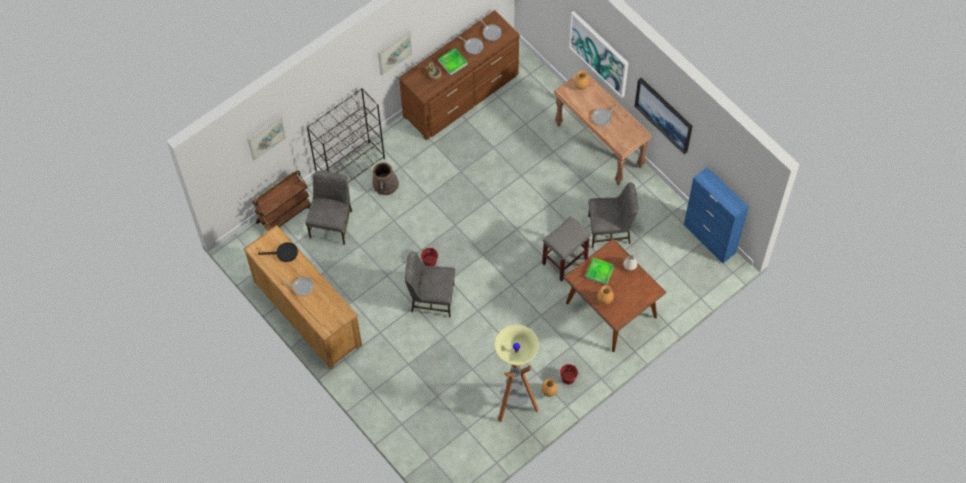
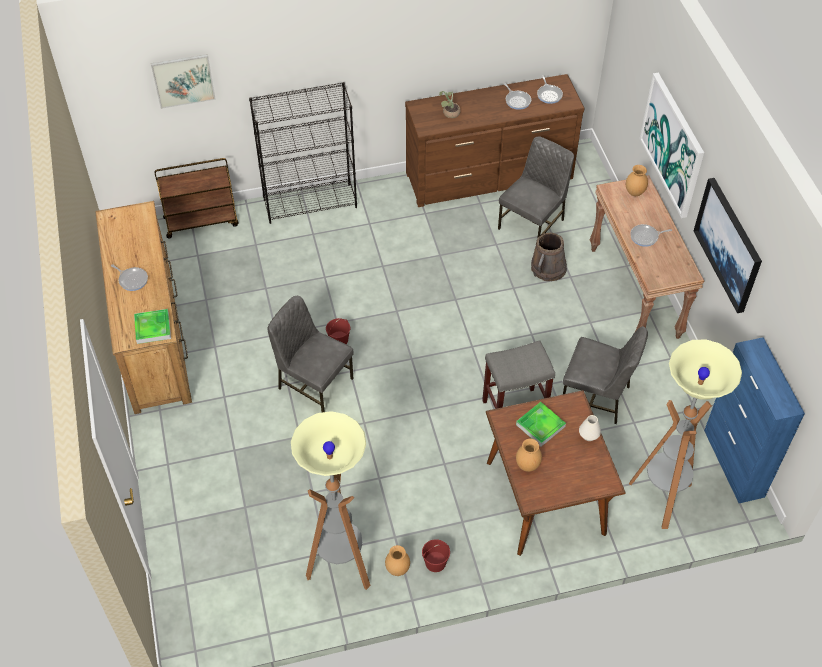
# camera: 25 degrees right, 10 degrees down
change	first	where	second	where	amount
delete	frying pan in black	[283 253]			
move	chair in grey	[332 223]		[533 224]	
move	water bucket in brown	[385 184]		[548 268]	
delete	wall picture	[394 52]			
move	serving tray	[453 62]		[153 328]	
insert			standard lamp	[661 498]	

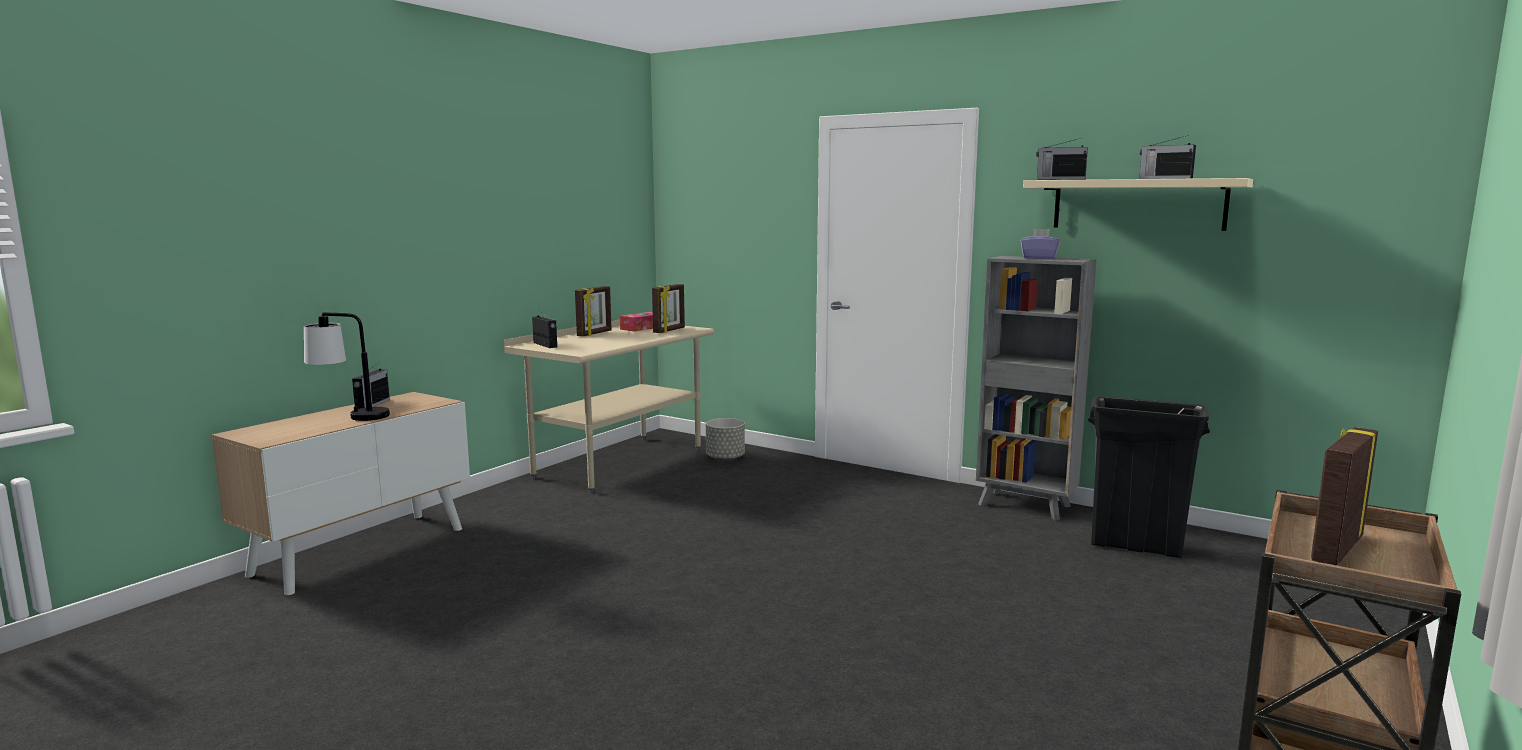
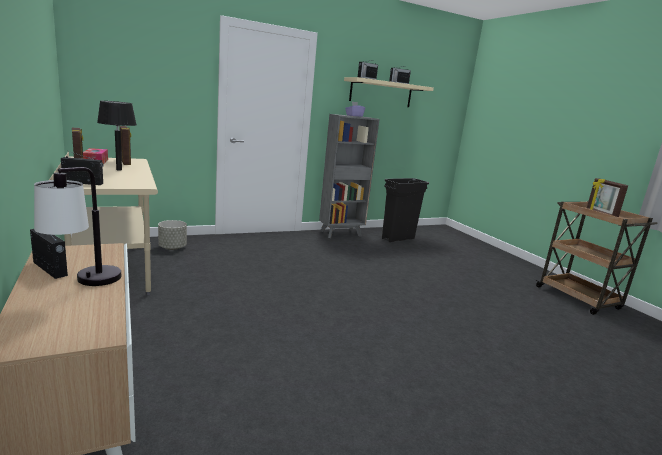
# camera: 60 degrees left, 5 degrees up
change	first	where	second	where	amount
insert			table lamp in black	[119 170]	

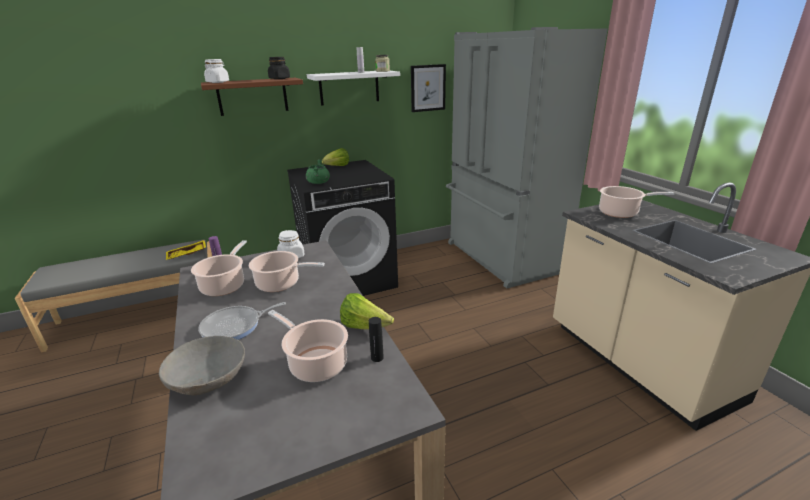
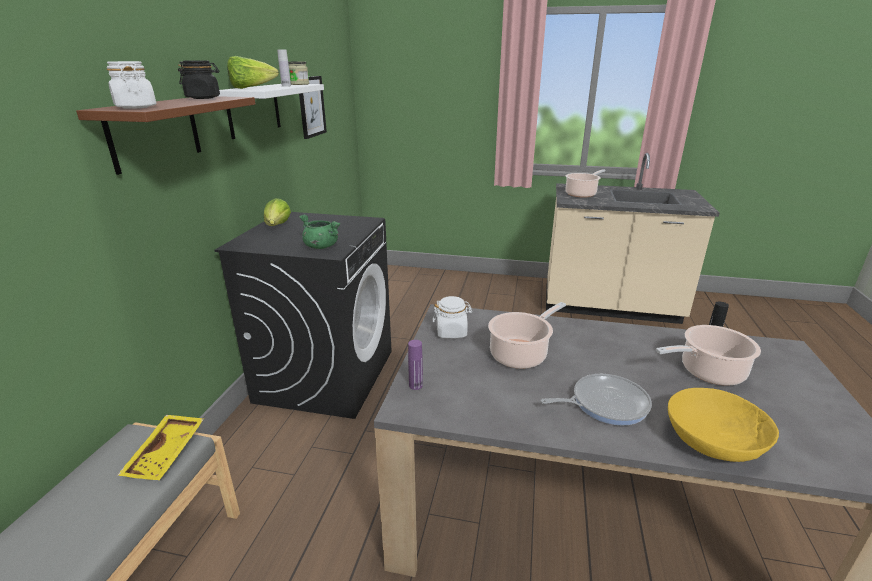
# camera: 55 degrees left, 0 degrees up
change	first	where	second	where	amount
recolor	deep dish in grey	[209 379]	deep dish in yellow-coloured	[713 440]	
delete	saucepot	[224 285]			
rotate	frying pan	[235 327]		[605 403]	105 degrees counterclockwise
move	lettuce head	[364 326]		[251 88]	
delete	fridge in grey	[501 257]			

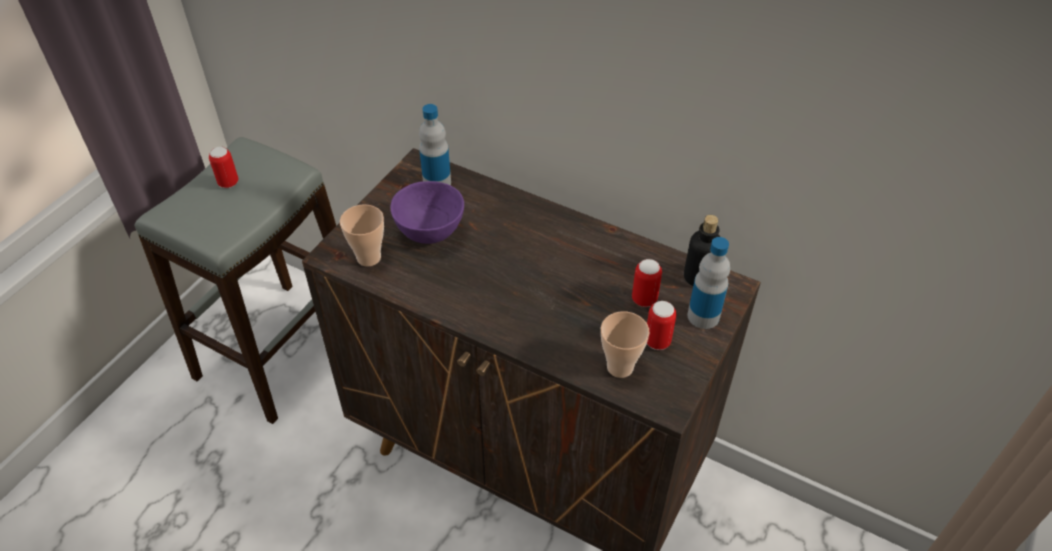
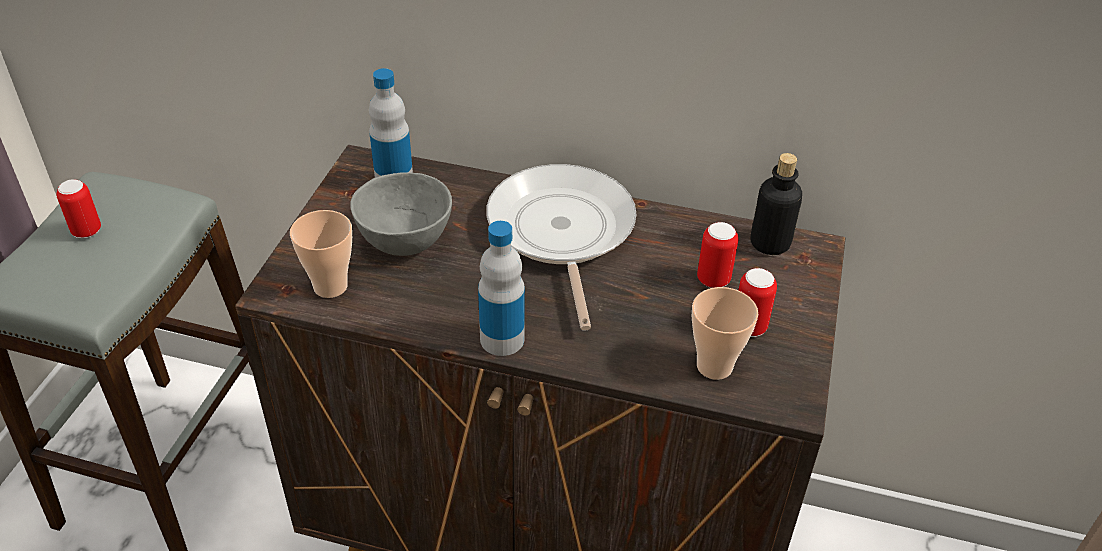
# camera: 15 degrees left, 5 degrees down
change	first	where	second	where	amount
recolor	deep dish in purple-coloured	[429 232]	deep dish in grey	[403 242]	
move	drink bottle	[703 316]		[502 339]	
insert			frying pan	[561 232]	

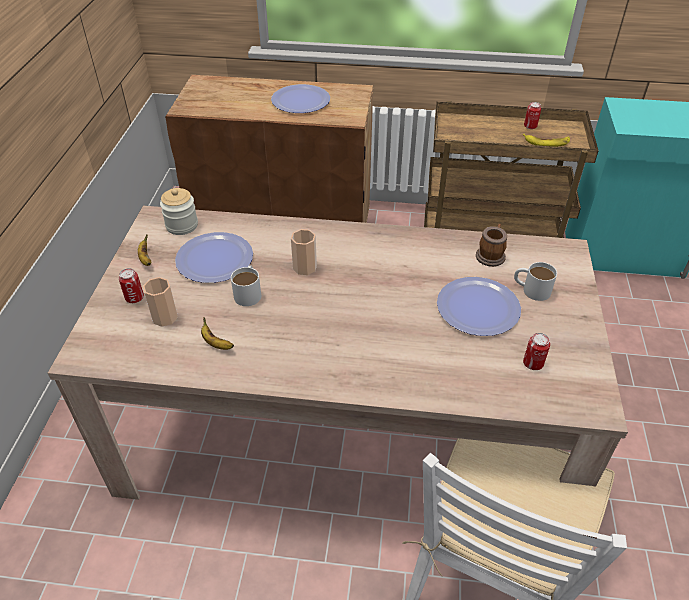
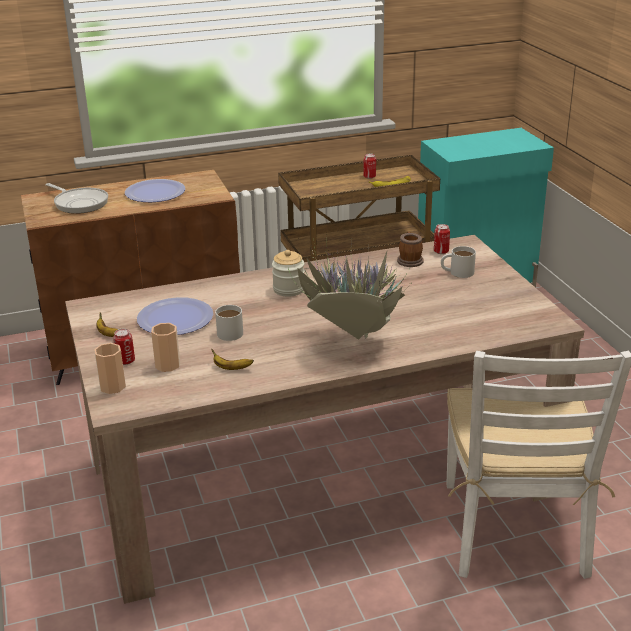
# camera: 25 degrees left, 15 degrees down
change	first	where	second	where	amount
move	storage jar	[182 225]		[289 289]	
move	drinking cup	[304 267]		[112 386]	
delete	plate	[478 308]			
move	metal can	[533 363]		[441 251]	
insert			frying pan	[79 203]	
insert			potted plant	[352 340]	

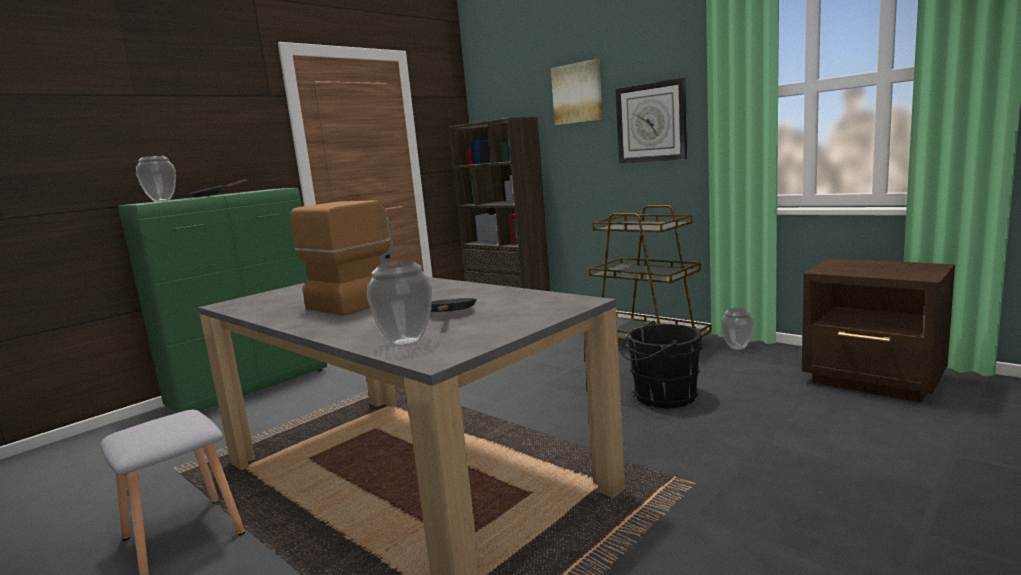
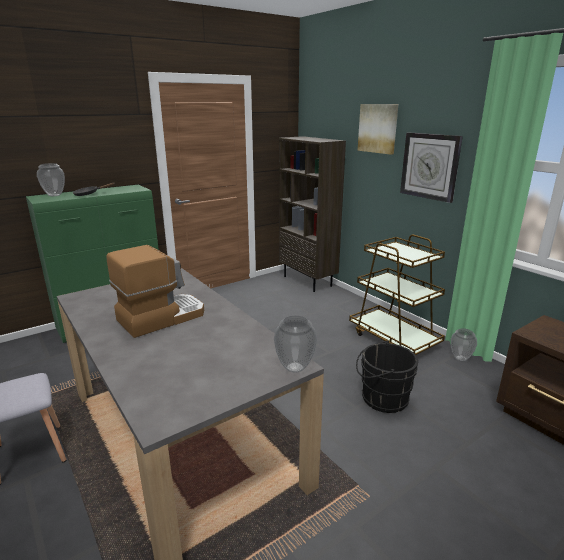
# camera: 10 degrees right, 10 degrees up
change	first	where	second	where	amount
move	flower vase	[406 342]		[295 367]	
delete	frying pan in black	[450 313]			

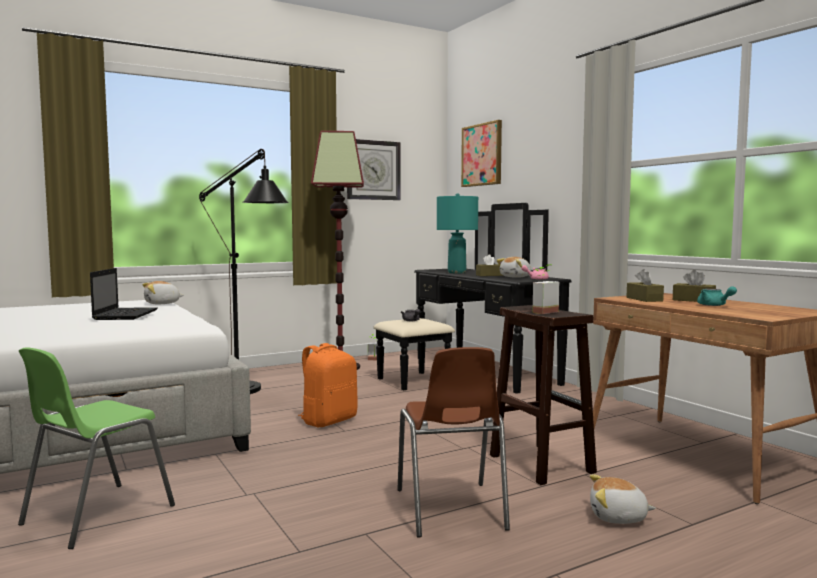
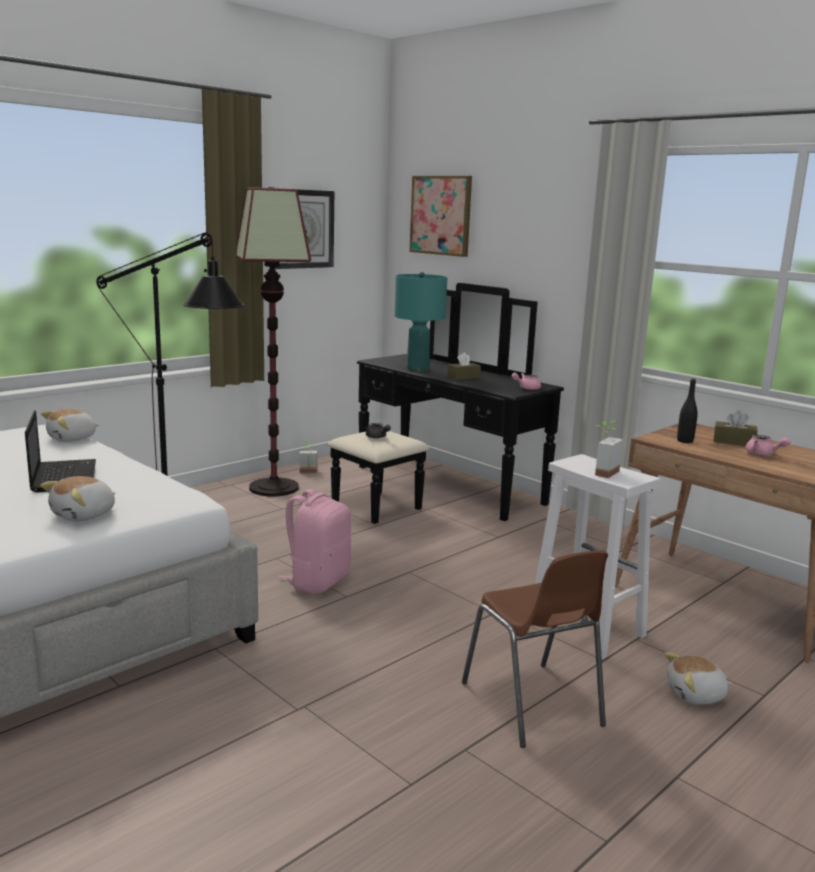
# camera: 15 degrees left, 10 degrees up
change	first	where	second	where	amount
delete	chair in green-coloured	[96 515]			
recolor	backpack in orange	[328 420]	backpack in pinkish	[317 581]	
recolor	sitting stool in brown	[539 463]	sitting stool in white	[584 627]	
move	cuddly toy	[516 277]		[84 515]	
replace	tissue holder in brown	[644 299]	drink bottle in black	[685 441]	
recolor	teapot in blue-green	[714 305]	teapot in pinkish	[763 454]	

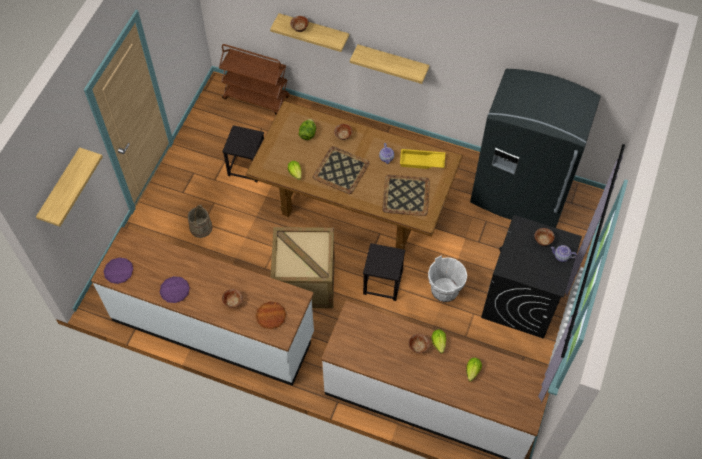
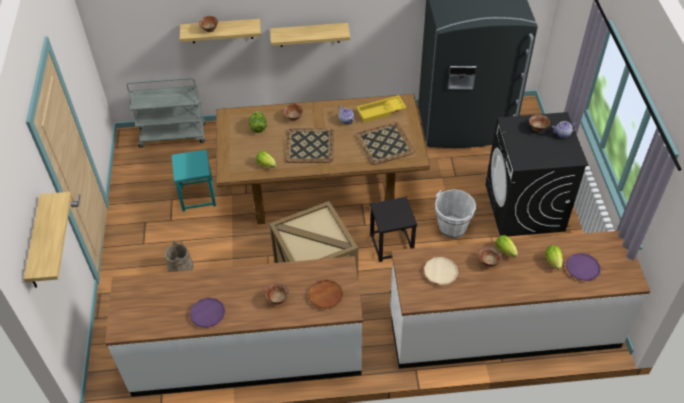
# camera: 25 degrees left, 10 degrees down
change	first	where	second	where	amount
move	plate in purple-coloured	[119 271]		[582 268]	
recolor	wheeled cart in brown	[256 97]	wheeled cart in grey	[173 135]	
recolor	sitting stool in black	[247 166]	sitting stool in blue-green	[197 196]	
insert			plate in beige	[440 272]	

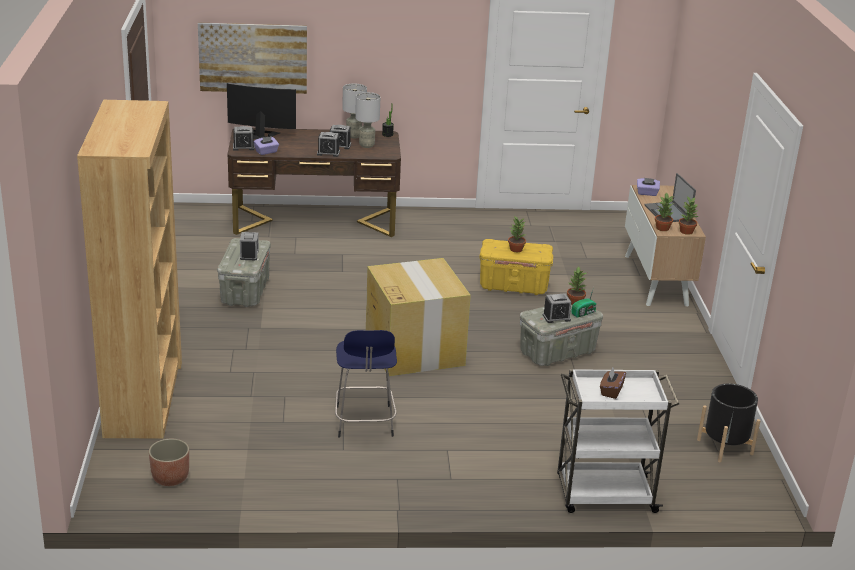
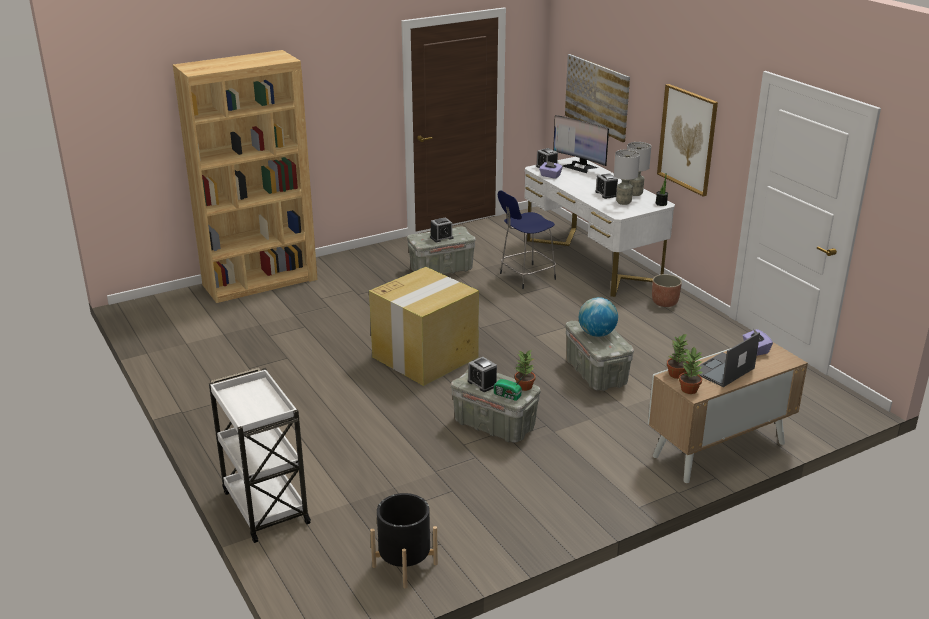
# camera: 65 degrees right, 0 degrees up
change	first	where	second	where	amount
move	planter	[170 478]		[664 302]	
rotate	monitor	[261 135]		[579 166]	150 degrees clockwise
recolor	desk table in brown	[314 221]	desk table in white	[591 260]	
delete	table clock	[328 153]			
move	sitting stool in bluish	[364 423]		[525 277]	
recolor	storage bin in yellow-coloured	[513 286]	storage bin in grey	[595 373]	
replace	potted plant	[515 249]	globe	[597 334]	
delete	tissue holder in brown	[611 391]			
insert			wall picture	[687 139]	

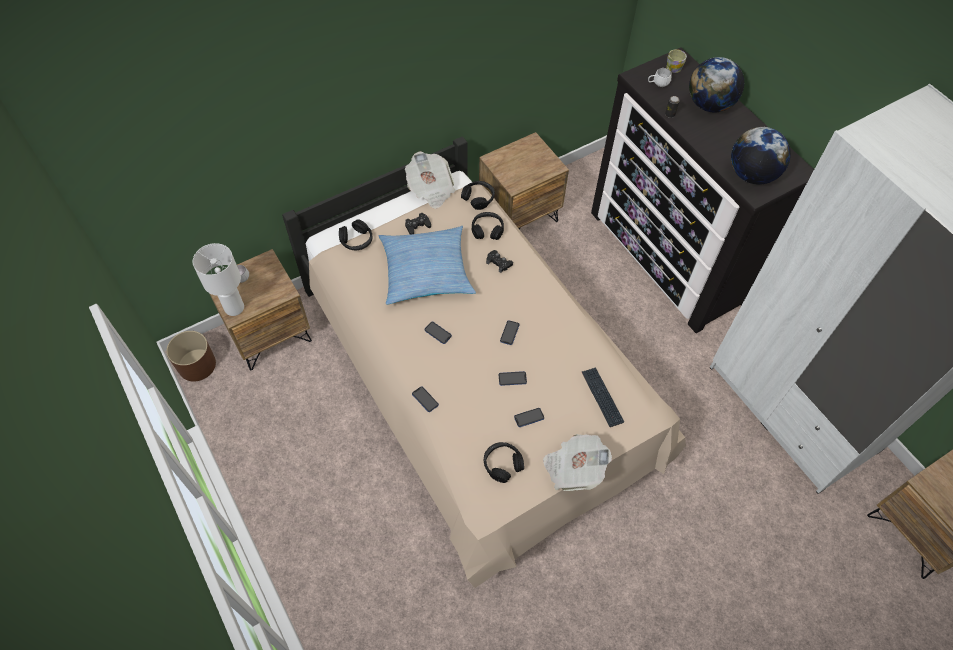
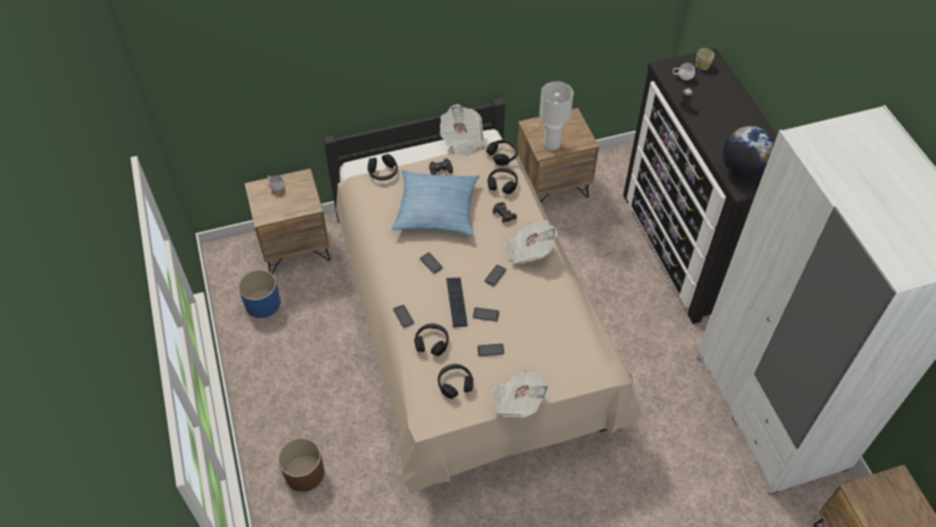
# camera: 15 degrees right, 5 degrees down
change	first	where	second	where	amount
move	planter in brown	[196 365]		[304 473]	
move	table lamp in white	[234 308]		[552 145]	
move	keyboard	[602 397]		[456 302]	
delete	globe	[709 105]			
insert			planter in bluish	[263 303]	
insert			headphones in black	[432 342]	
insert			newspaper	[528 250]	

